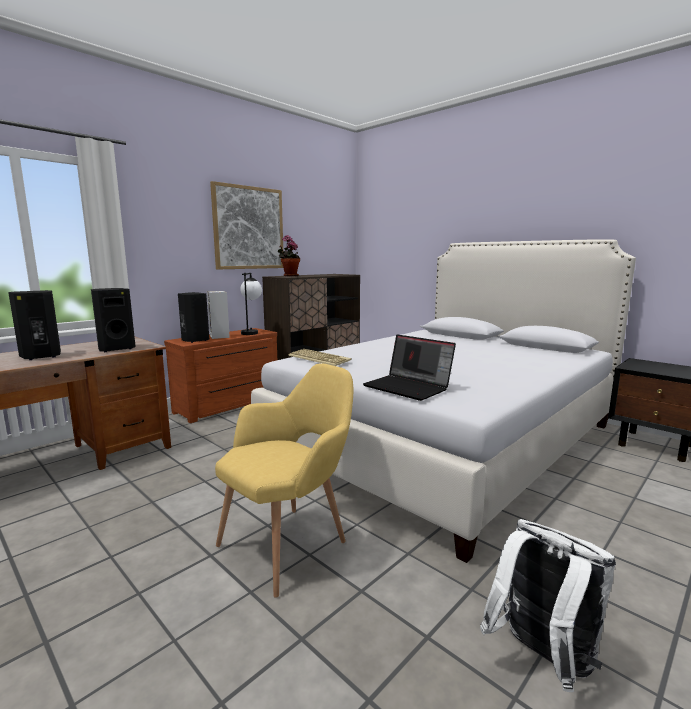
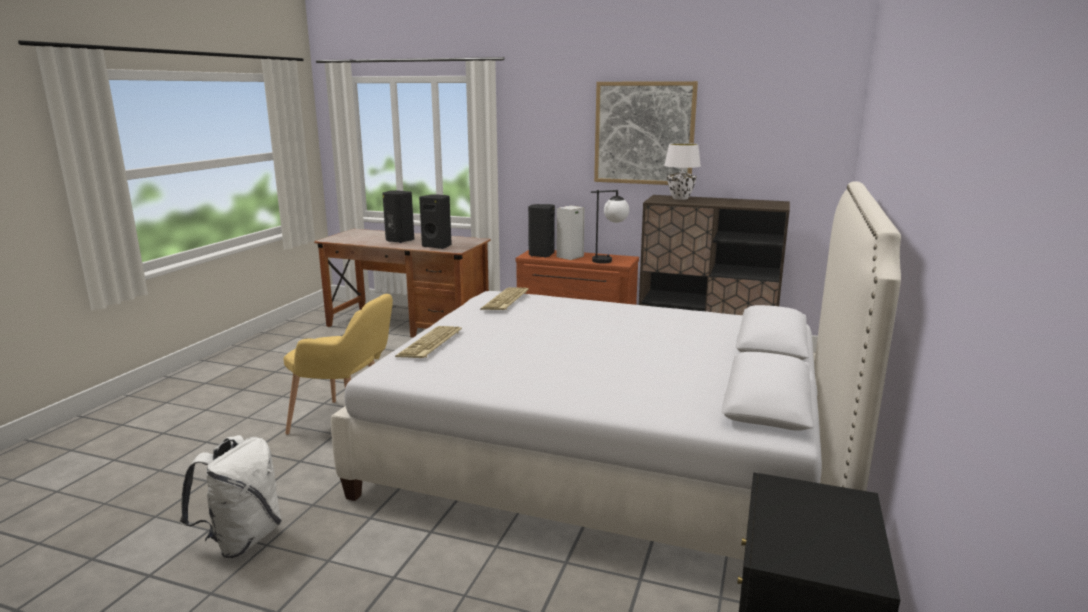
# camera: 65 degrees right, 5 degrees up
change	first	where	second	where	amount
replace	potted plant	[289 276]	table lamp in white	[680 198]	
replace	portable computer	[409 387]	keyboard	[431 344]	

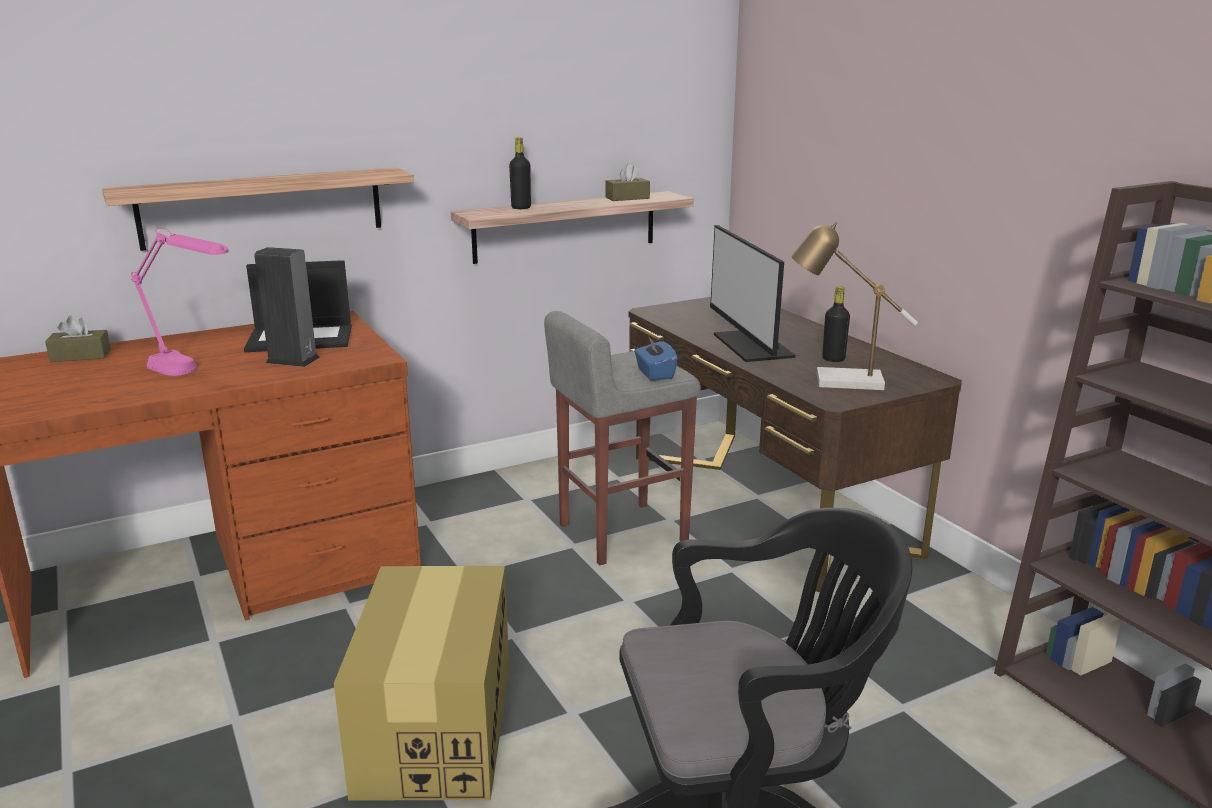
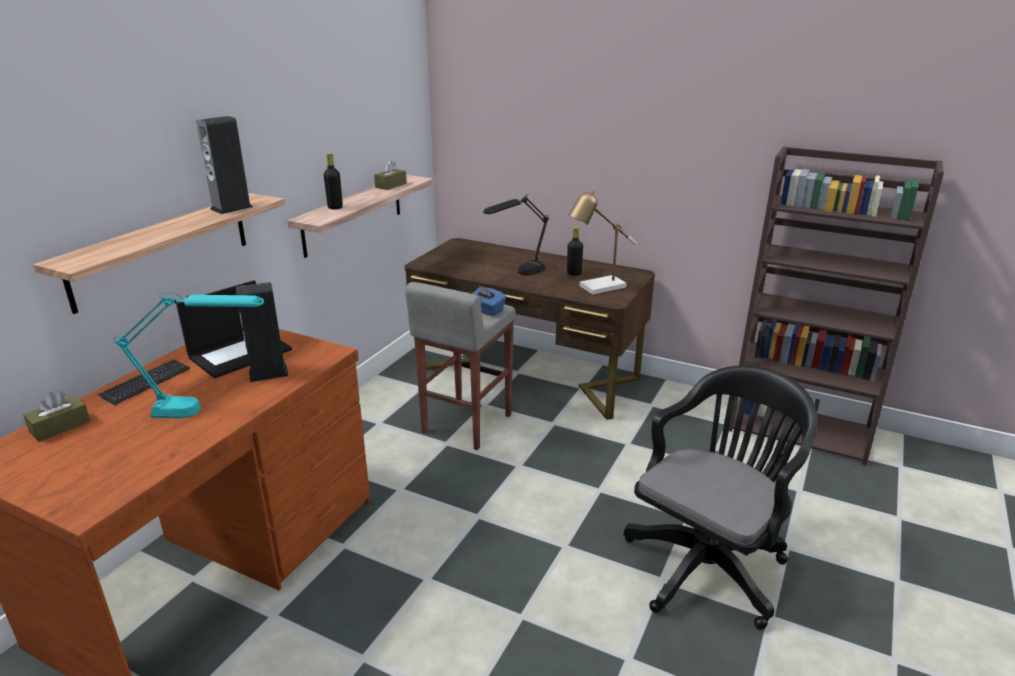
# camera: 35 degrees left, 5 degrees up
change	first	where	second	where	amount
recolor	table lamp in pinkish	[193 375]	table lamp in blue-green	[207 410]	
delete	packing box	[436 728]			
replace	monitor	[751 346]	table lamp in black	[518 275]	
insert			keyboard	[146 383]	
insert			audio speaker	[231 208]	

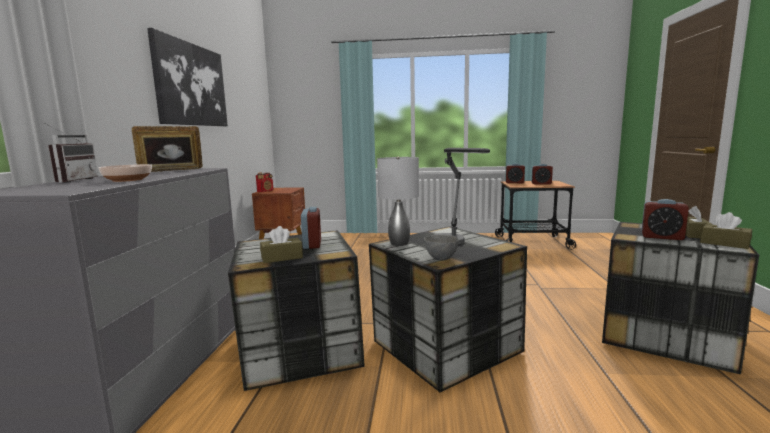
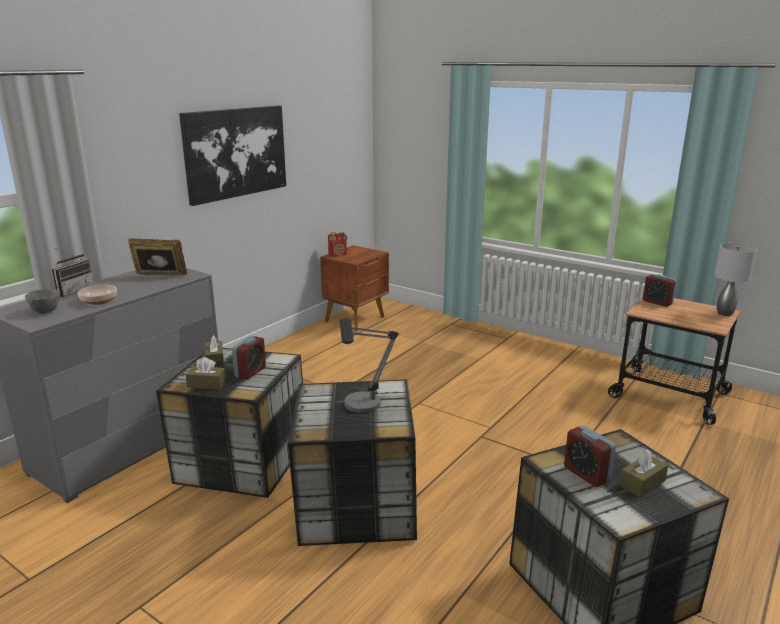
# camera: 30 degrees right, 10 degrees up
change	first	where	second	where	amount
move	table lamp in grey	[398 243]		[724 313]	
move	deep dish in grey	[440 259]		[45 311]	
delete	table clock	[541 184]			
move	tissue holder in brown	[724 243]		[214 360]	

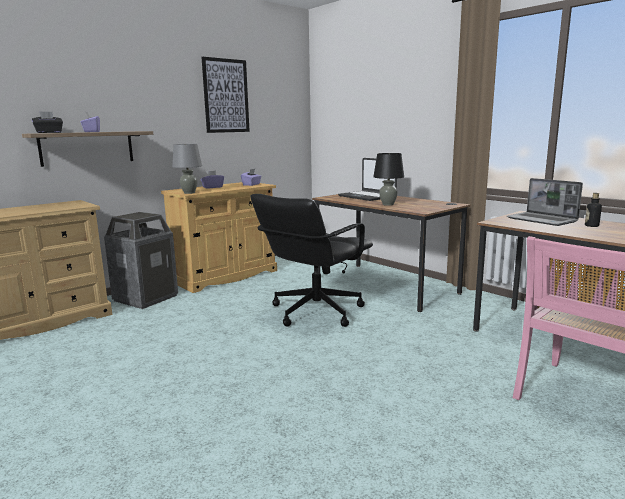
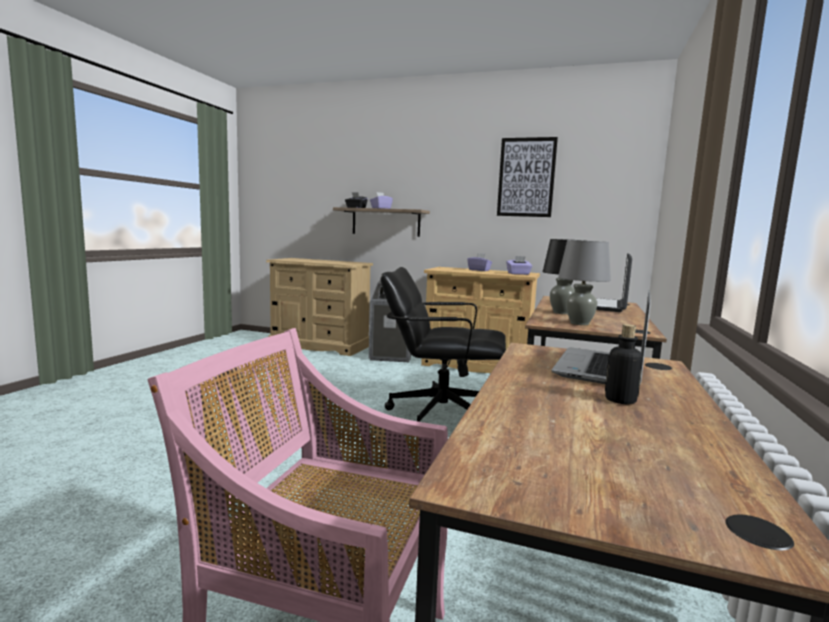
# camera: 60 degrees right, 5 degrees down
change	first	where	second	where	amount
move	table lamp in grey	[189 193]		[579 323]	

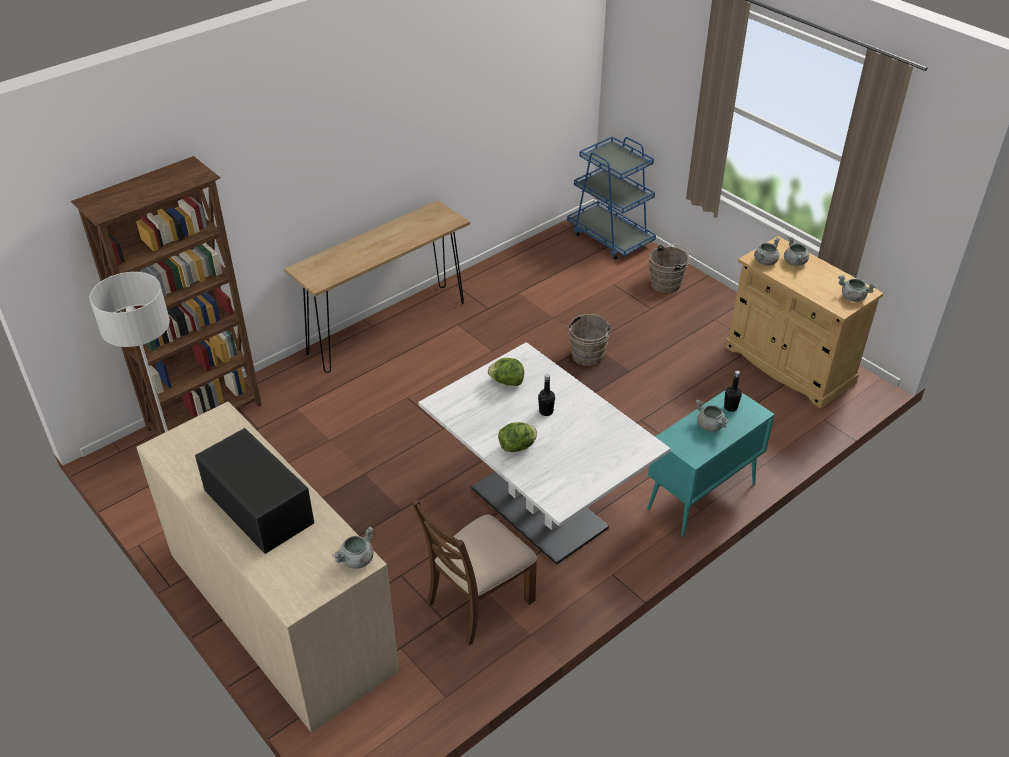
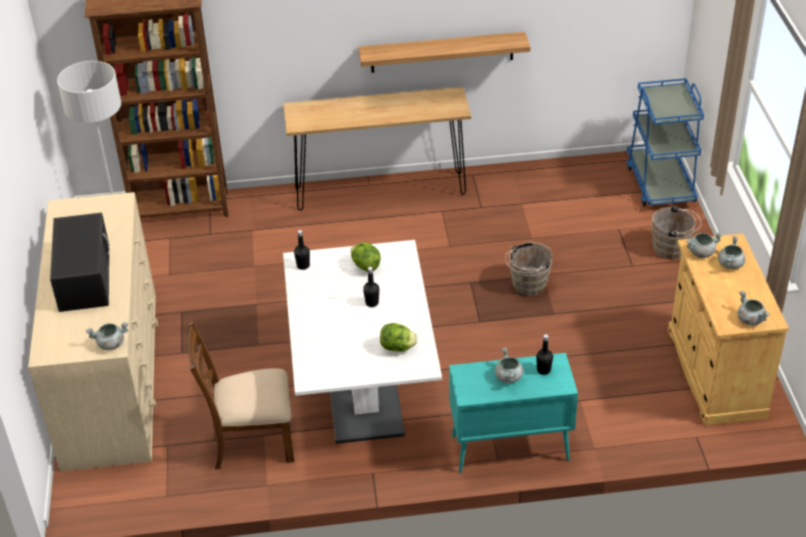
# camera: 35 degrees right, 0 degrees up
change	first	where	second	where	amount
move	lettuce head	[517 447]		[397 347]	
insert			drink bottle in black	[303 265]	
insert			bracket shelf	[442 52]	

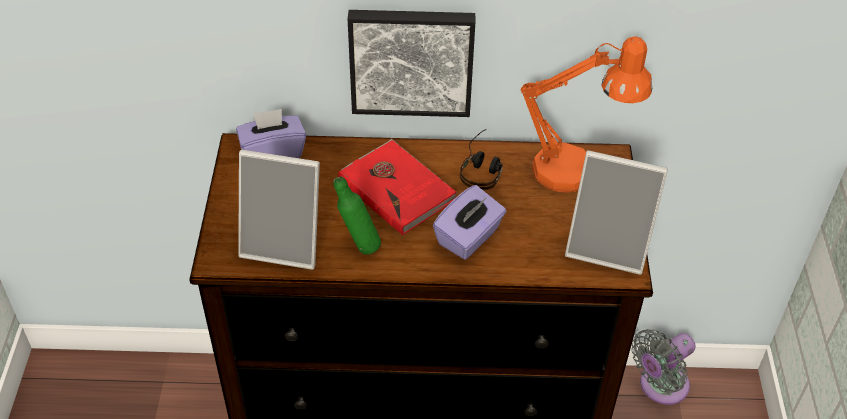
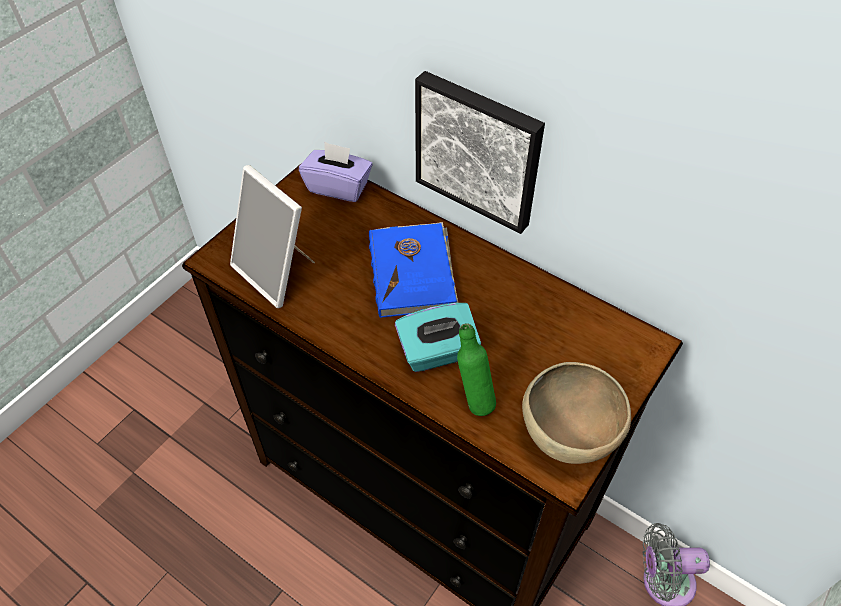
# camera: 35 degrees right, 5 degrees up
change	first	where	second	where	amount
move	drink bottle in green-coloured	[358 246]		[473 399]	
recolor	bound book in red-coloured	[397 189]	bound book in bluish	[413 272]	
recolor	tissue holder in purple-coloured	[469 237]	tissue holder in blue-green	[437 352]	
delete	headphones	[482 168]			
delete	table lamp in orange	[576 171]			
replace	picture frame	[608 246]	deep dish in brown	[568 436]	

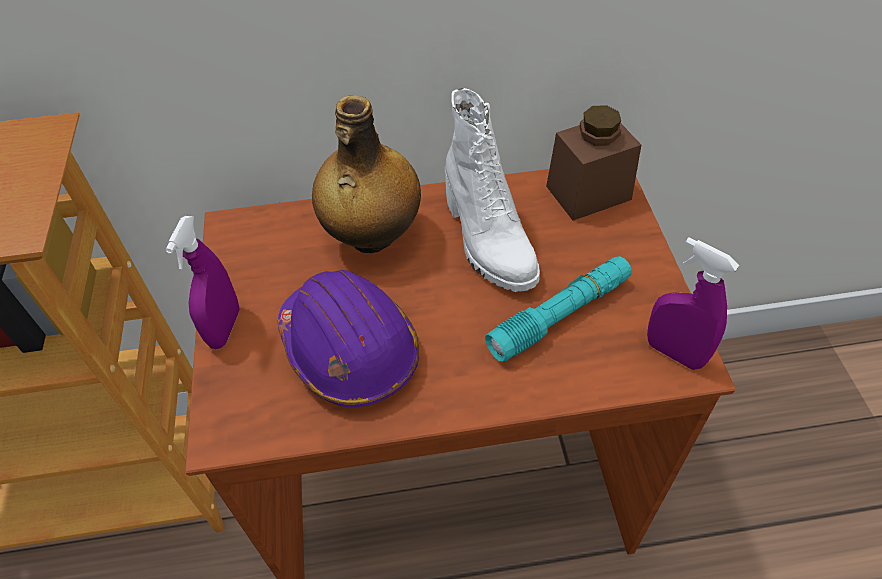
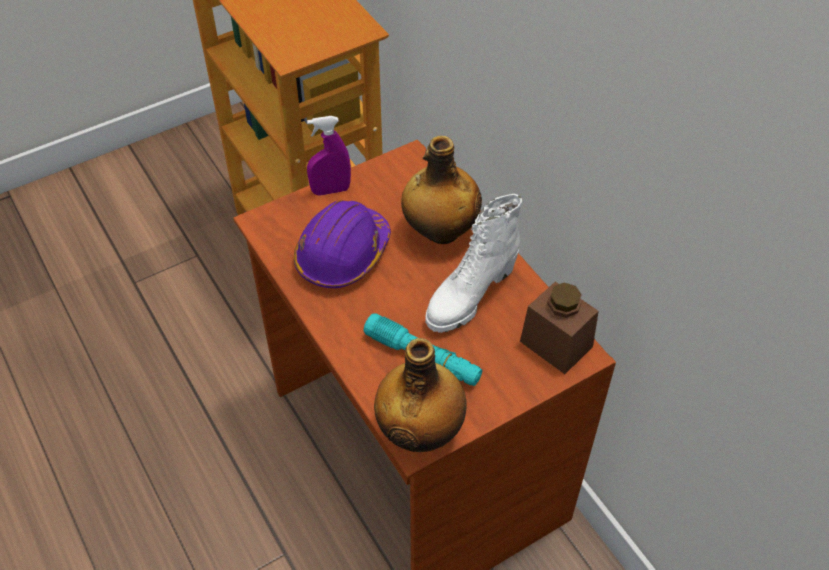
# camera: 65 degrees right, 0 degrees up
change	first	where	second	where	amount
replace	hand sprayer in purple-coloured	[674 353]	drink bottle	[421 432]	

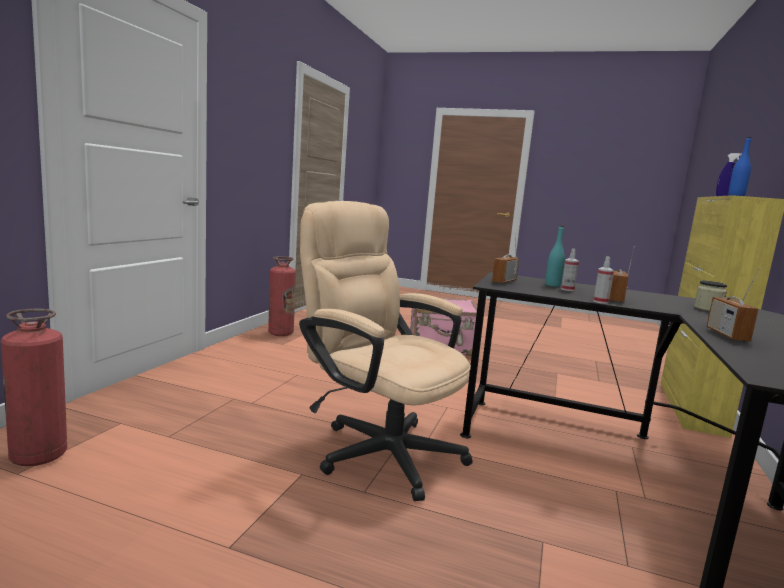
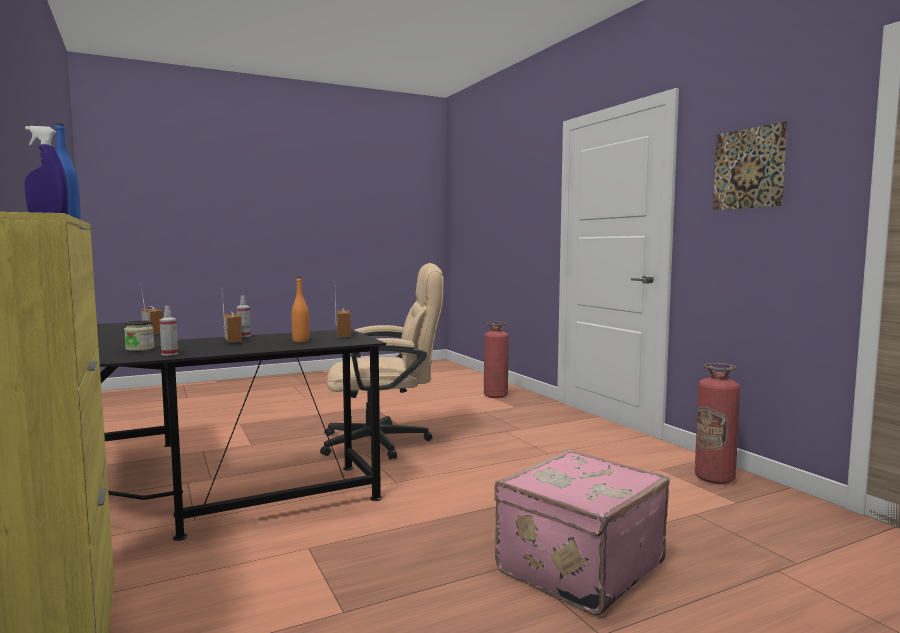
# camera: 135 degrees right, 5 degrees down
change	first	where	second	where	amount
recolor	drink bottle in blue-green	[552 285]	drink bottle in orange	[300 341]	
move	hand sprayer	[567 289]		[169 354]	
insert			wall picture	[748 168]	

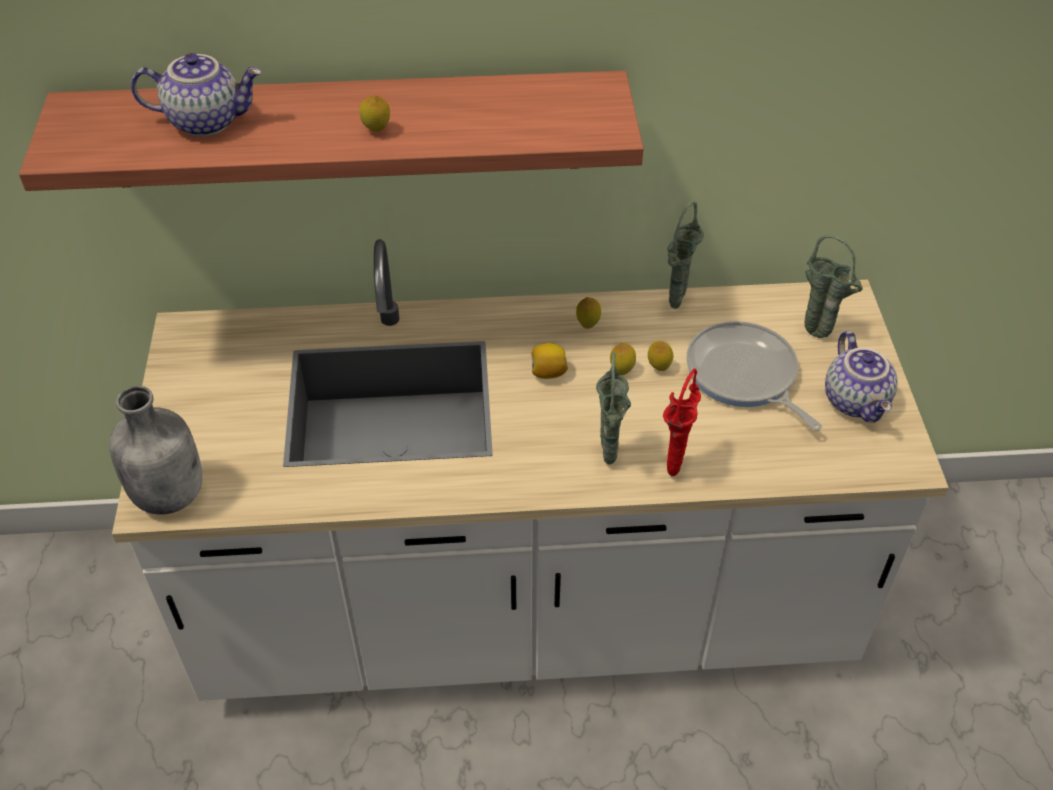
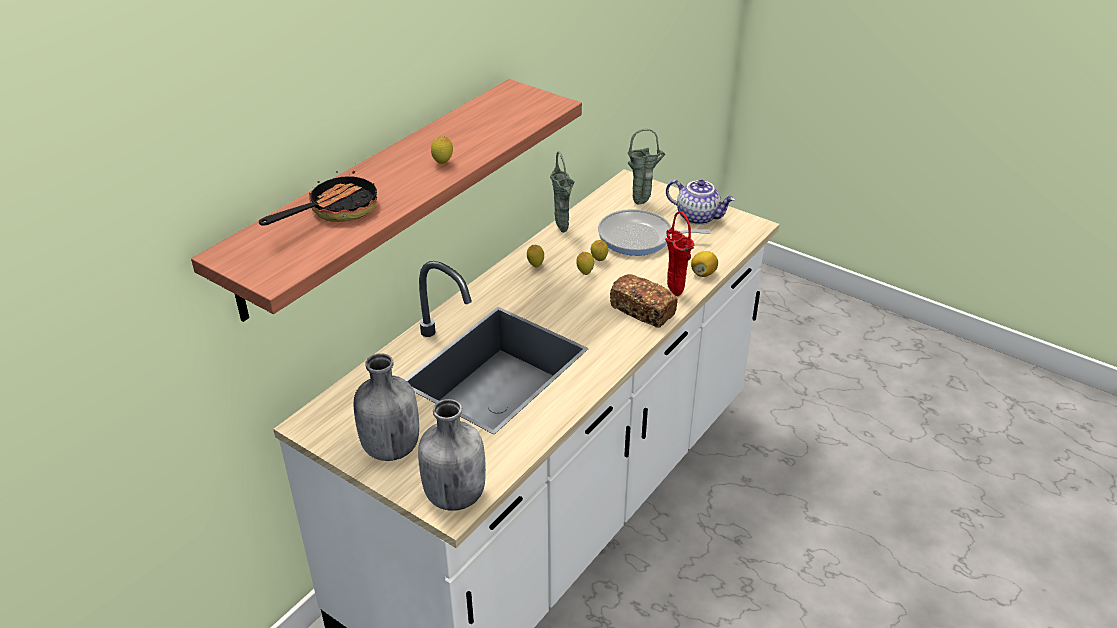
# camera: 50 degrees left, 10 degrees down
change	first	where	second	where	amount
replace	teapot	[207 120]	frying pan	[335 211]	
move	lemon	[548 373]		[703 273]	
replace	flower vase in green-coloured	[608 461]	bread	[643 311]	
insert			drink bottle in grey	[390 448]	

